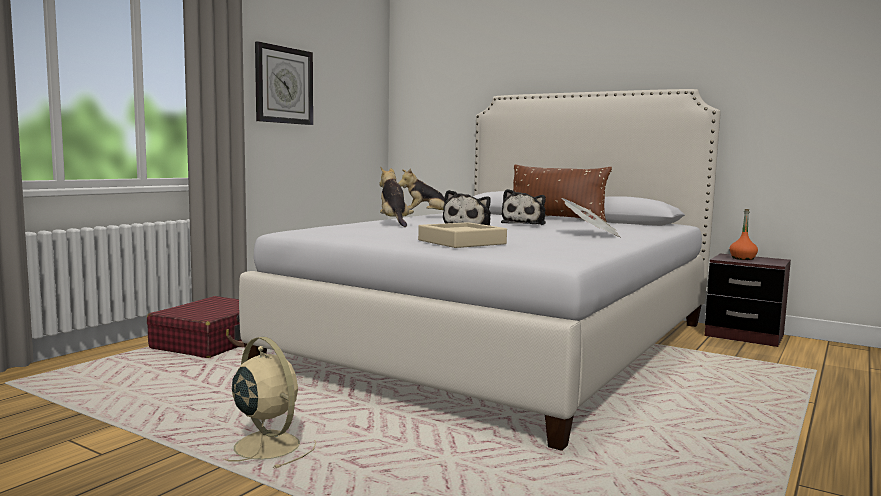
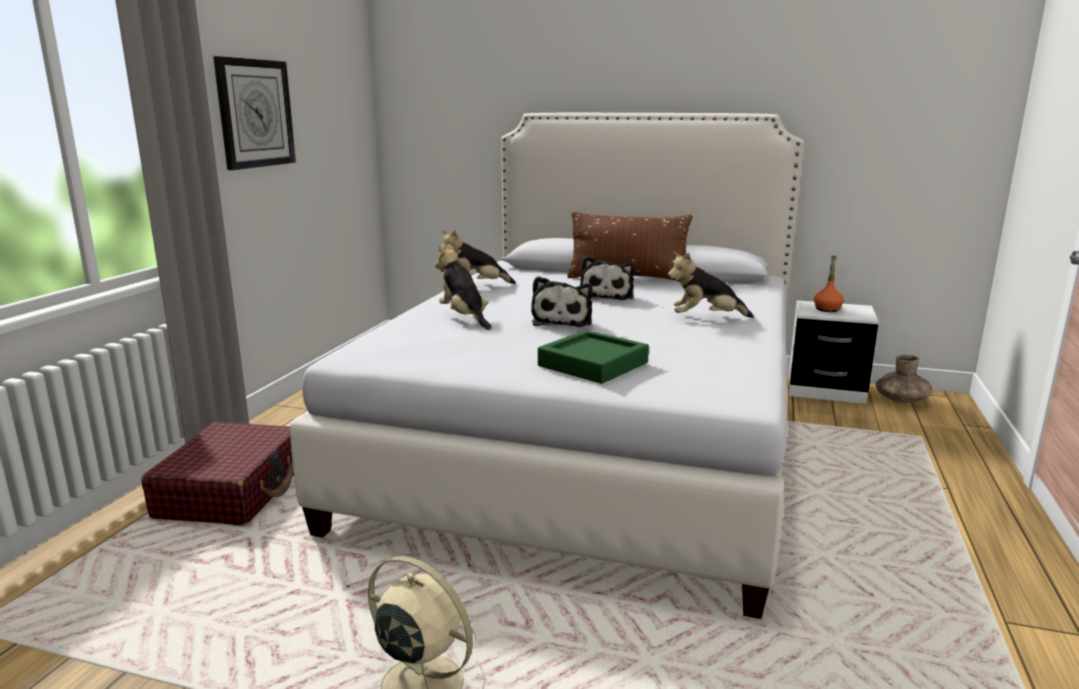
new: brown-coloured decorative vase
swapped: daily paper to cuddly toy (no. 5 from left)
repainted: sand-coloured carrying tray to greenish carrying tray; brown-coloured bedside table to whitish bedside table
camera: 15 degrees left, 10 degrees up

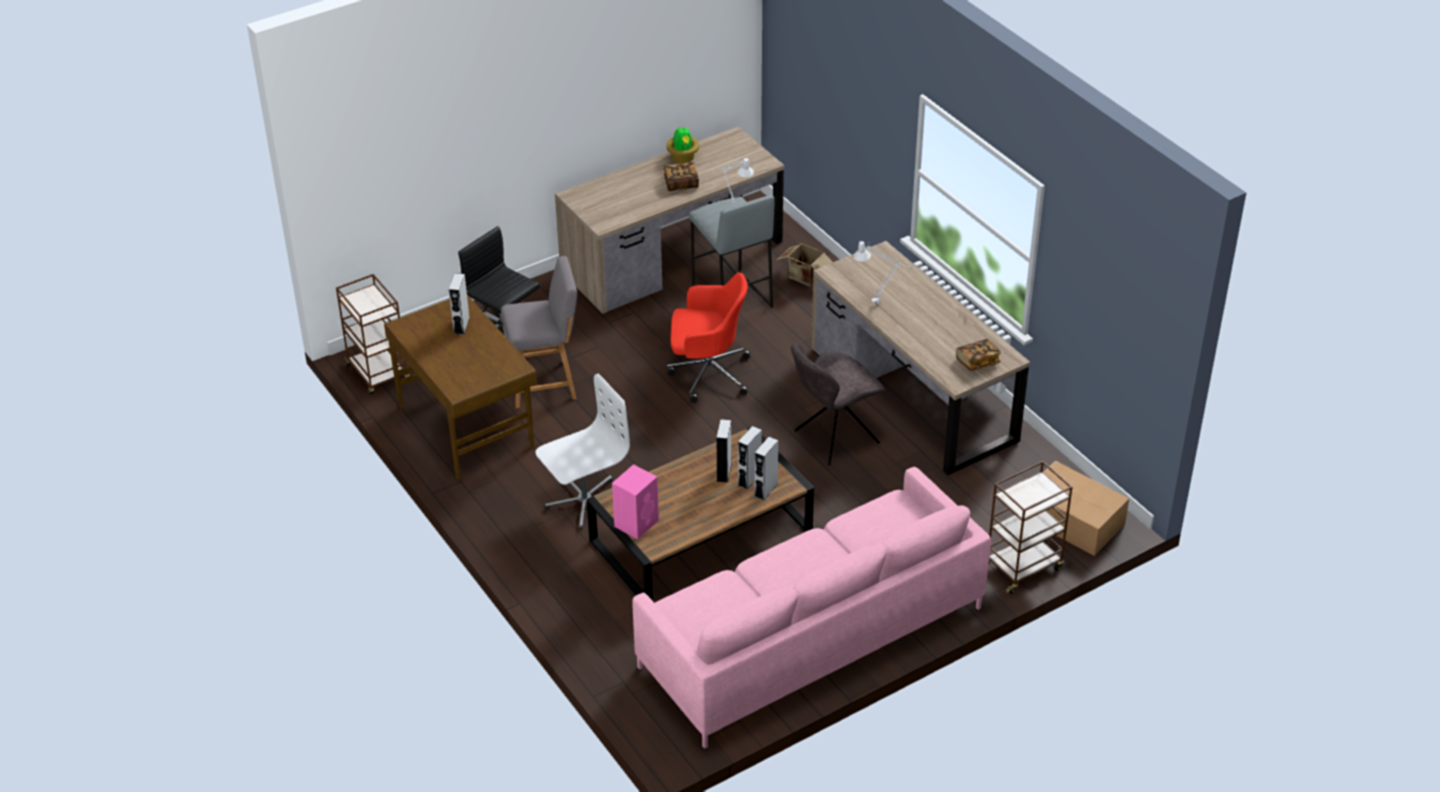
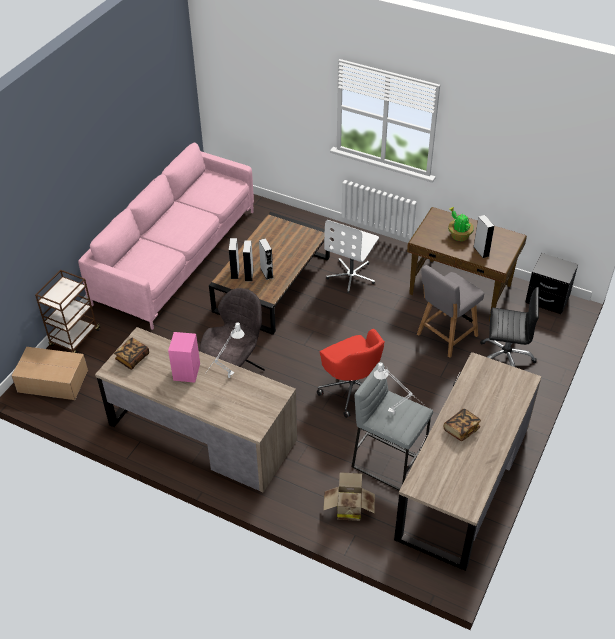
shifted: pinkish loudspeaker; plant in a pot
swapped: brown-coloured cart (no. 1 from left) to black-coloured bedside table
rotated: red-coloured desk chair 90 degrees counterclockwise
camera: 150 degrees right, 5 degrees up

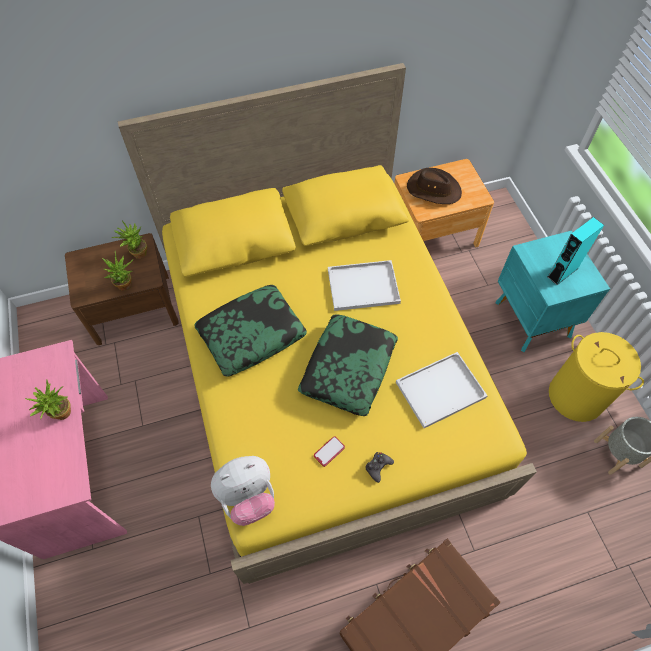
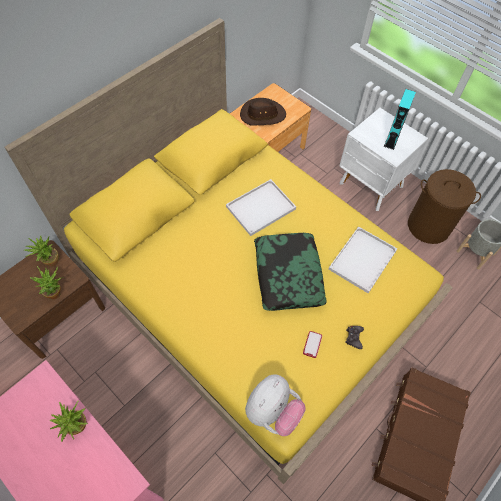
gone: pillow (no. 1 from left)
repainted: turquoise bedside table to whitish bedside table; yellow-coloured hamper to brown-coloured hamper
camera: 30 degrees left, 0 degrees up

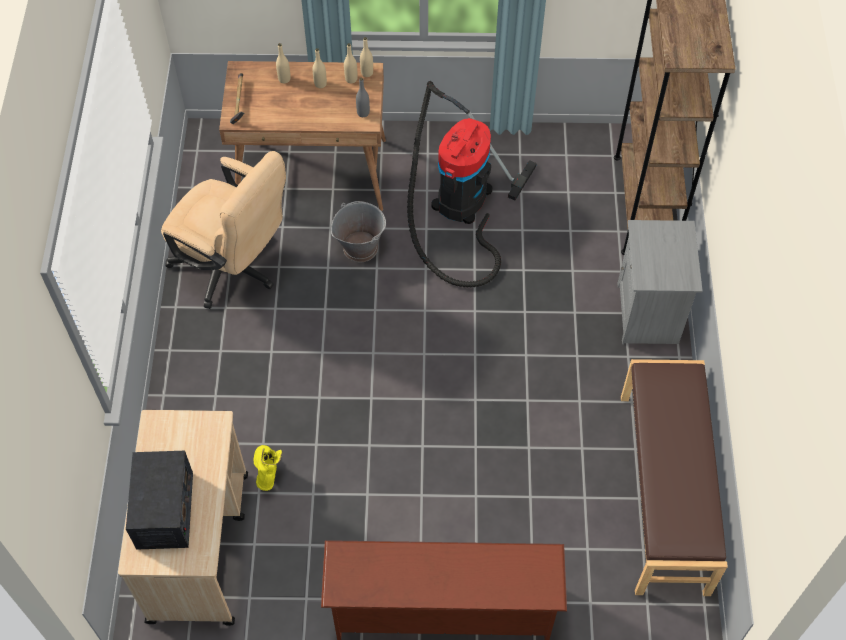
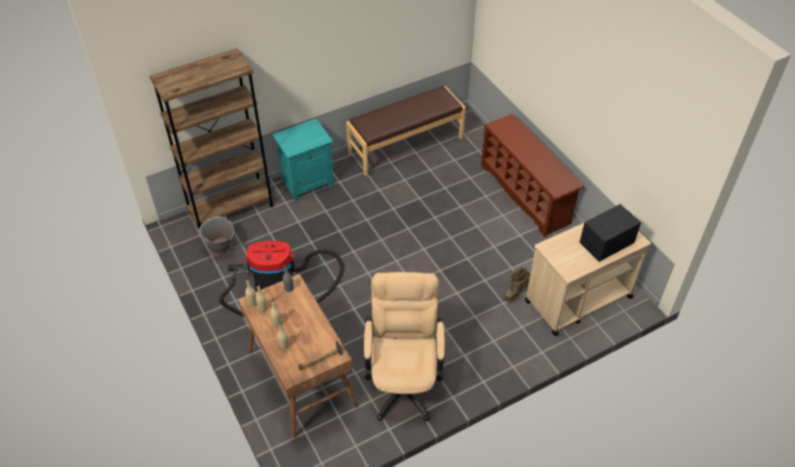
shifted: grey pail
repainted: grey bedside table to turquoise bedside table; yellow-coloured boot to brown-coloured boot
camera: 120 degrees left, 10 degrees down

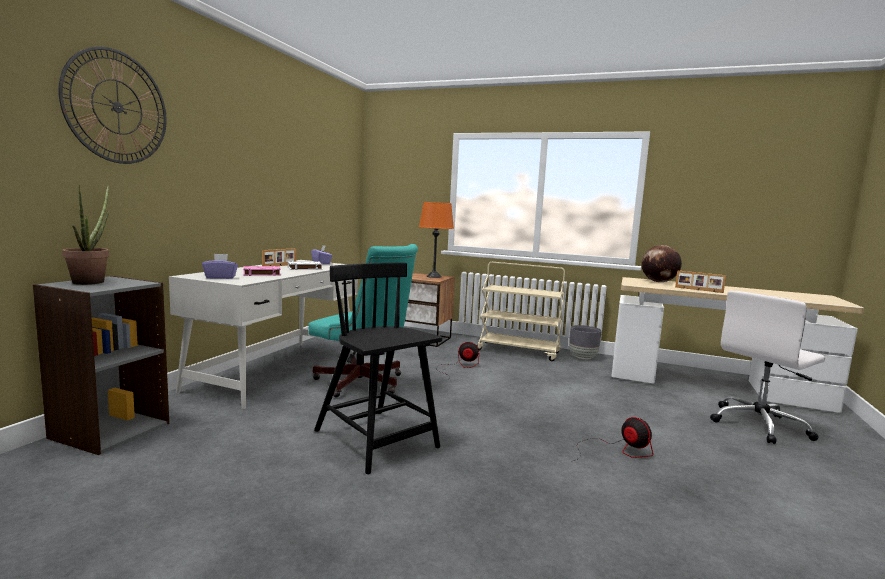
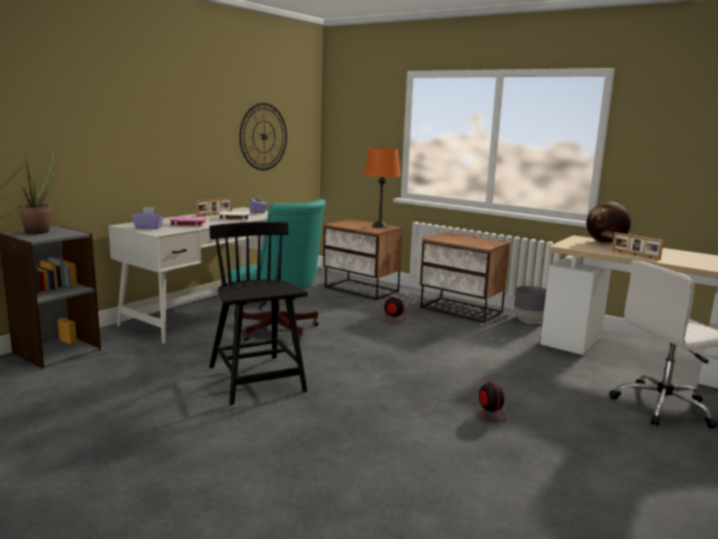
shifted: clock on the wall
swapped: sand-coloured cart to bedside table (no. 2 from left)
camera: 15 degrees right, 5 degrees up

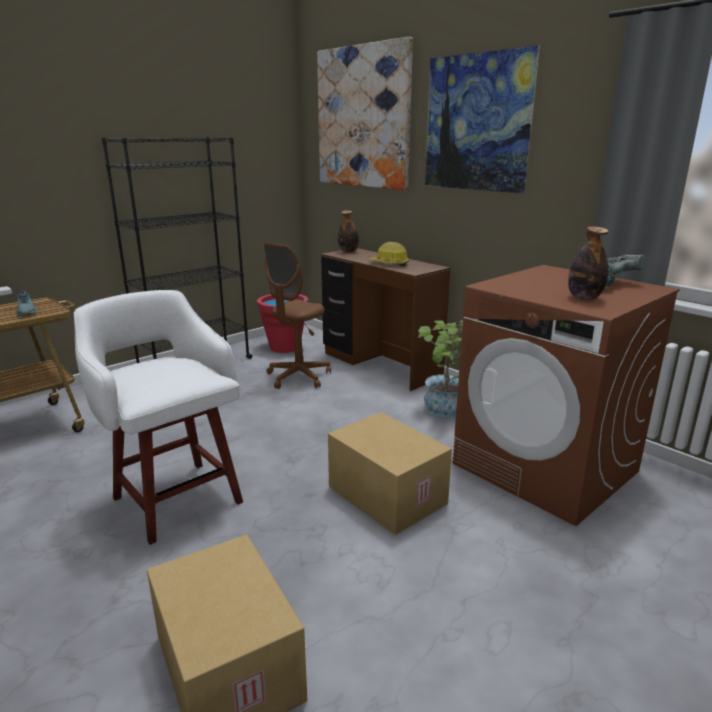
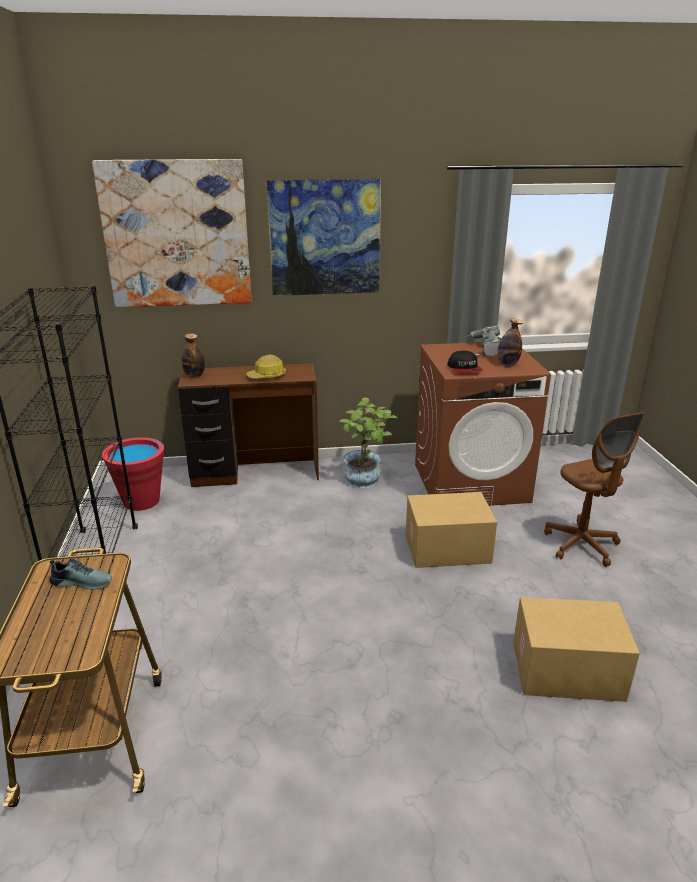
gone: whitish stool seat
new: baseball cap
shifted: brown-coloured desk chair
camera: 55 degrees left, 5 degrees up

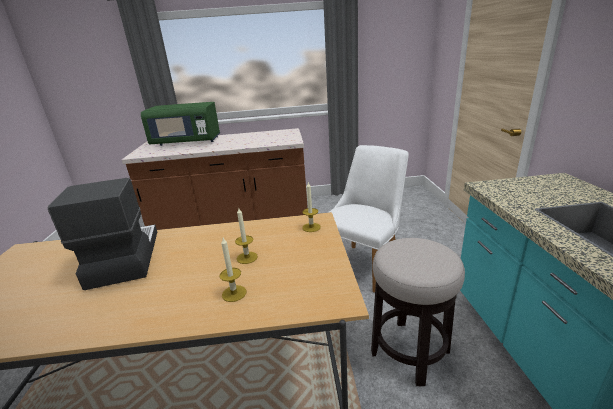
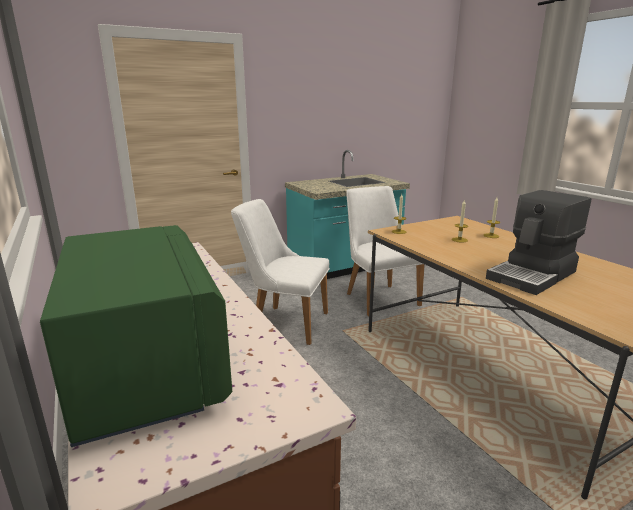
swapped: stool seat to whitish chair (no. 2 from left)
camera: 115 degrees left, 5 degrees down

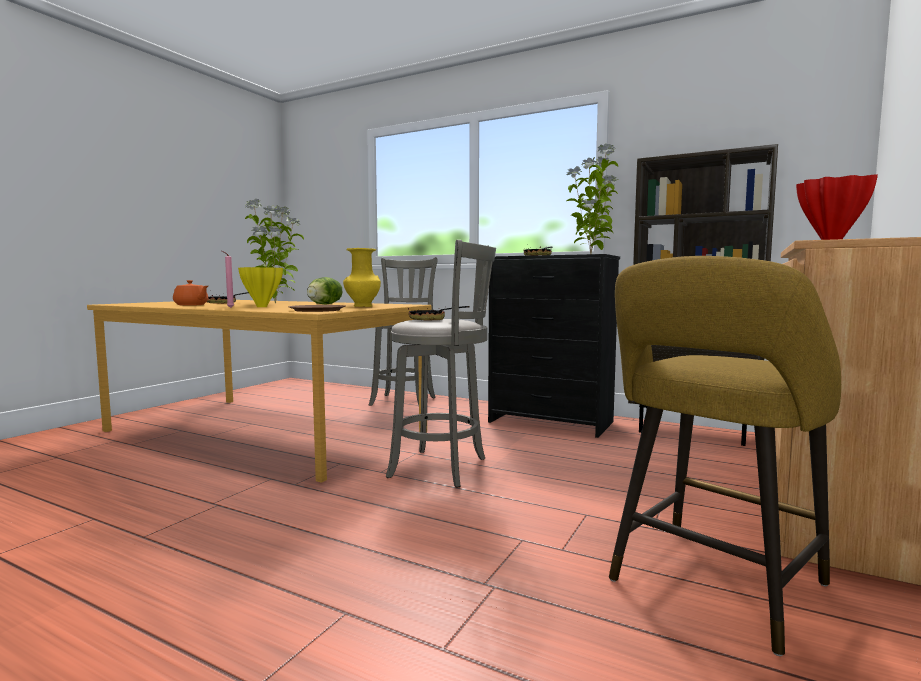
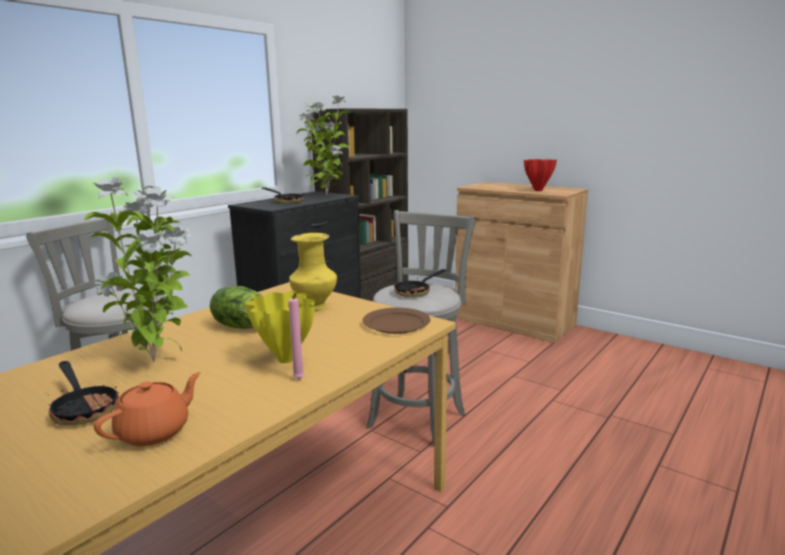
gone: yellow-coloured stool seat
camera: 80 degrees left, 10 degrees up

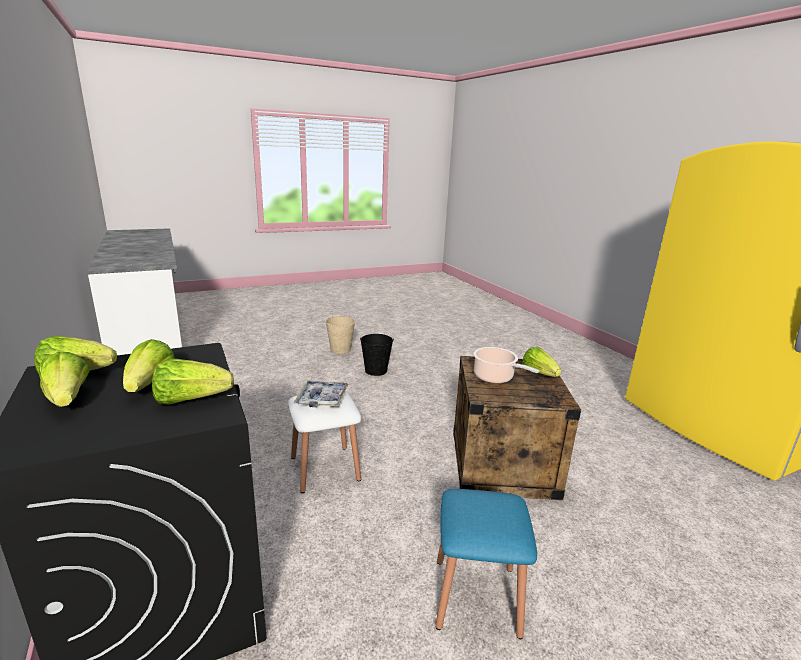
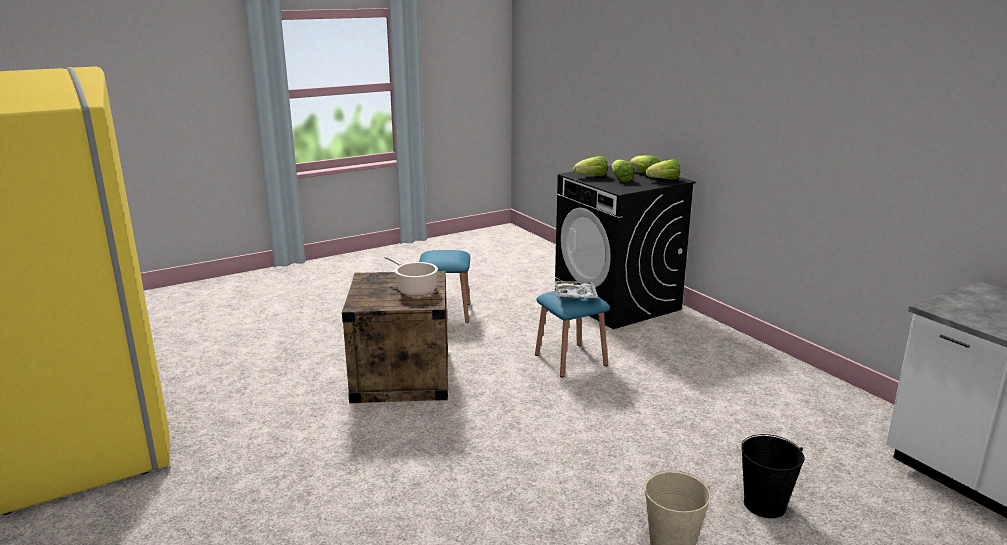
gone: head of lettuce (no. 5 from left)
shifted: black-coloured pail
repainted: whitish stool seat to blue-coloured stool seat (no. 2 from left)
camera: 175 degrees right, 0 degrees up

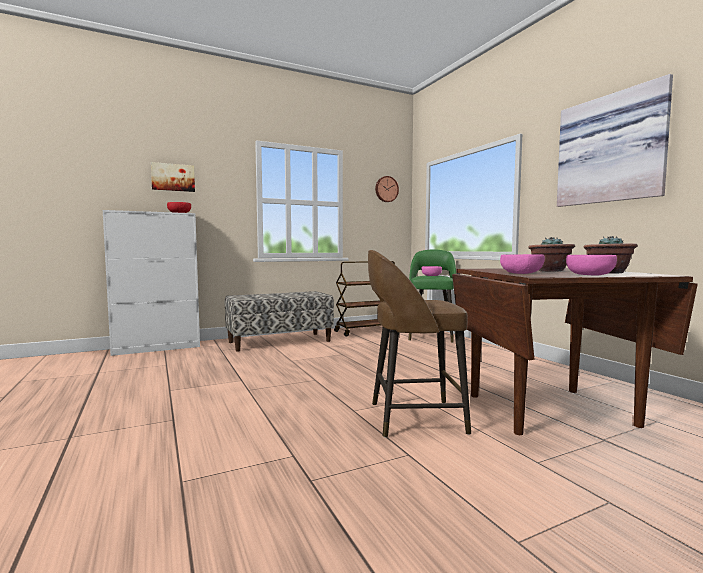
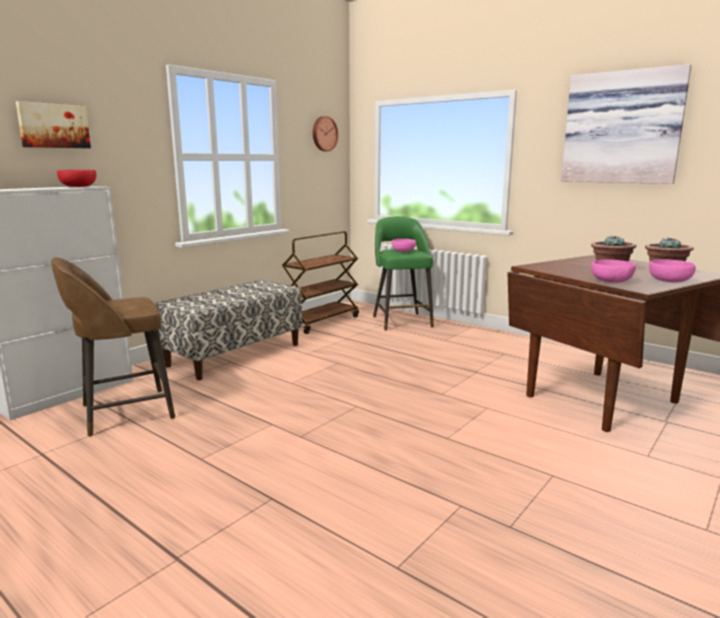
shifted: brown-coloured stool seat
camera: 25 degrees left, 10 degrees up

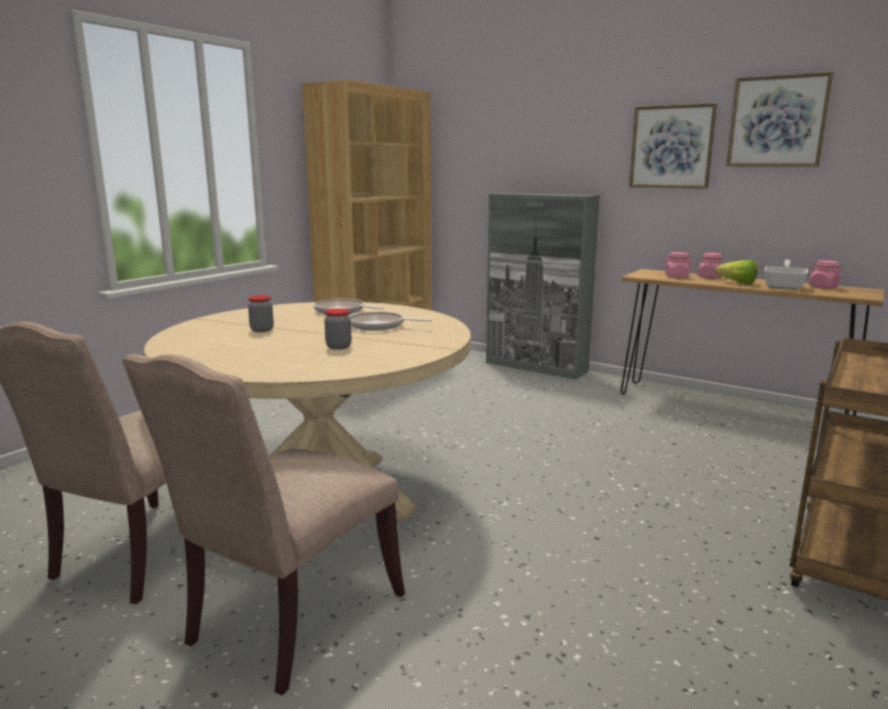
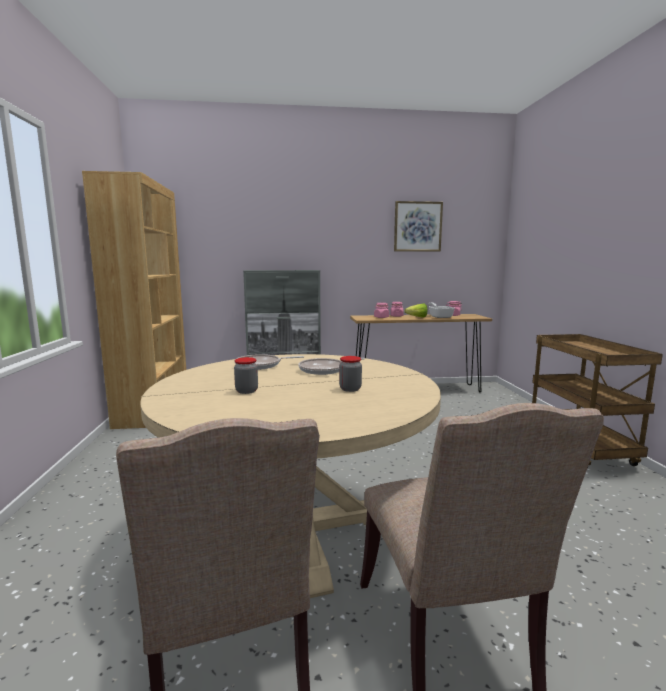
gone: picture (no. 1 from left)
camera: 40 degrees left, 5 degrees down

